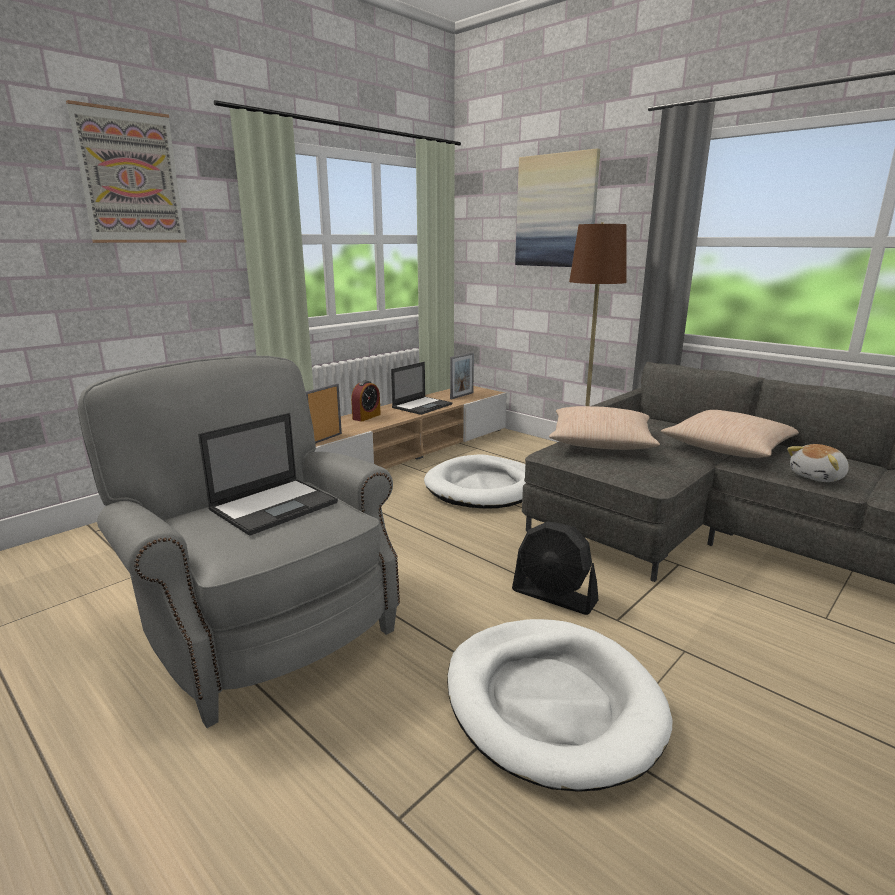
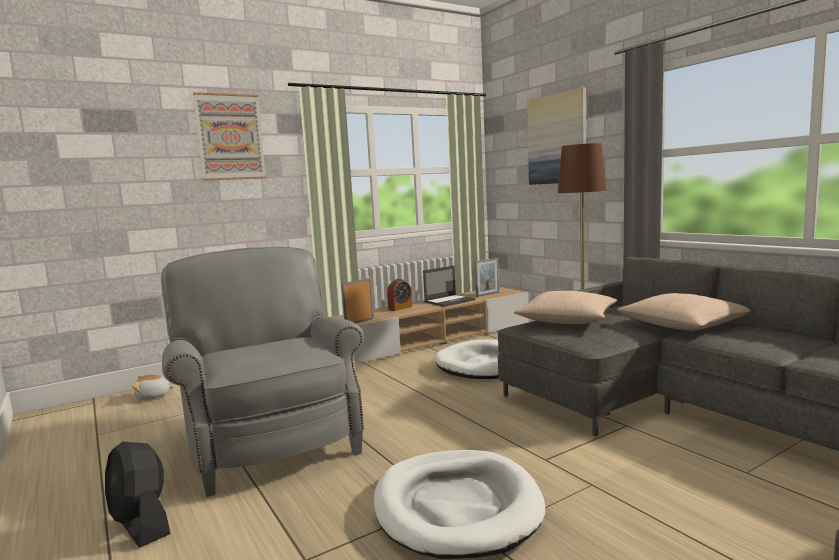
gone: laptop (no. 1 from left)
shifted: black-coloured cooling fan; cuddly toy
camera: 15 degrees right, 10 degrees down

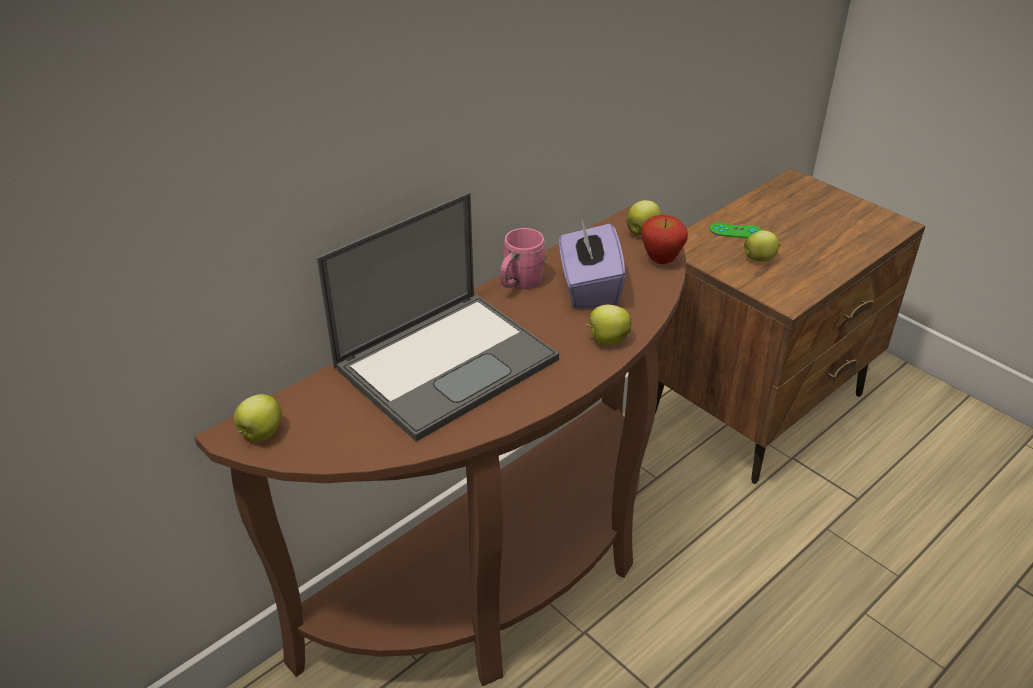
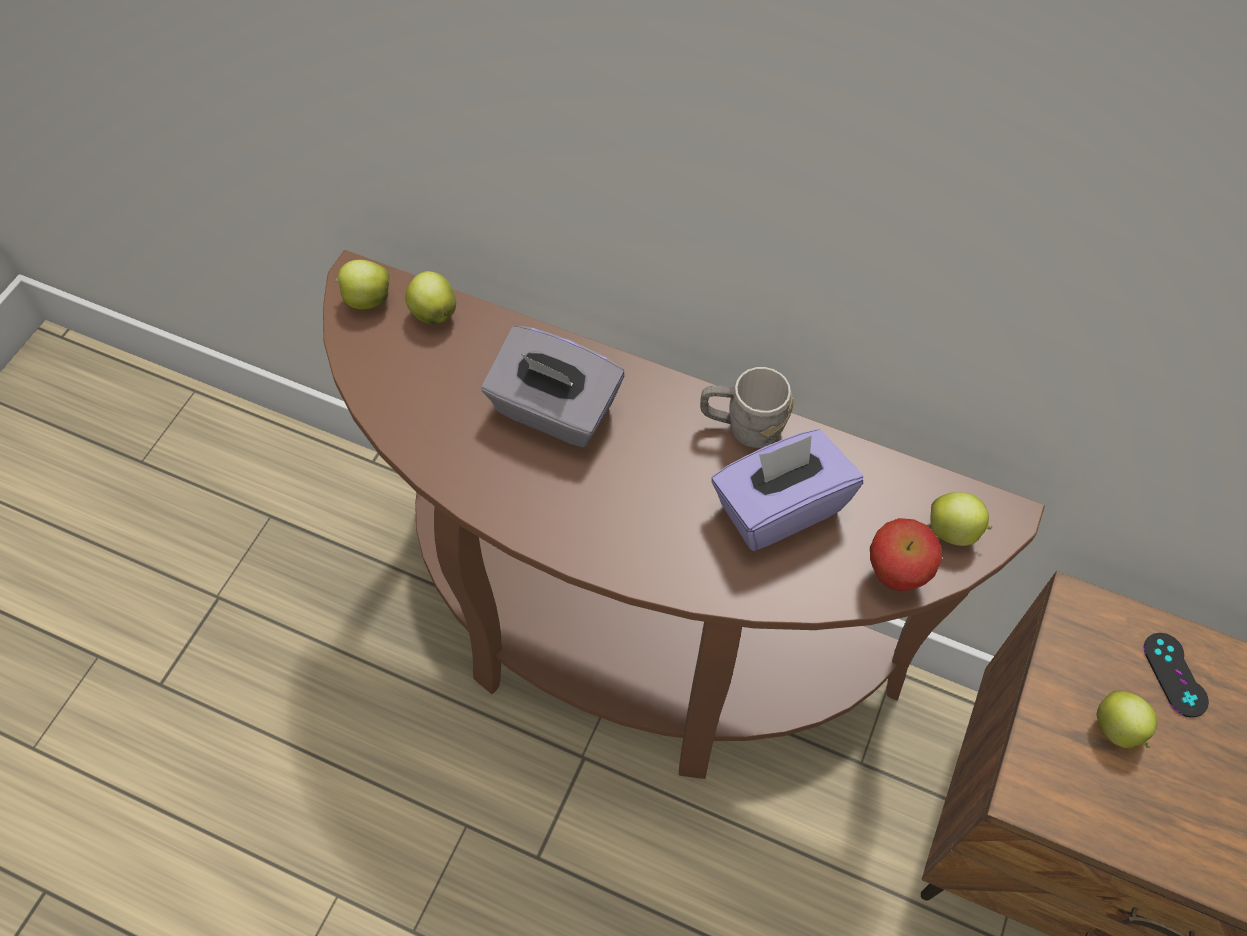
shifted: apple fruit (no. 2 from left)
swapped: laptop to grey box of tissues
repainted: pinkish mug to grey mug; greenish joypad to black-coloured joypad
camera: 65 degrees right, 20 degrees up

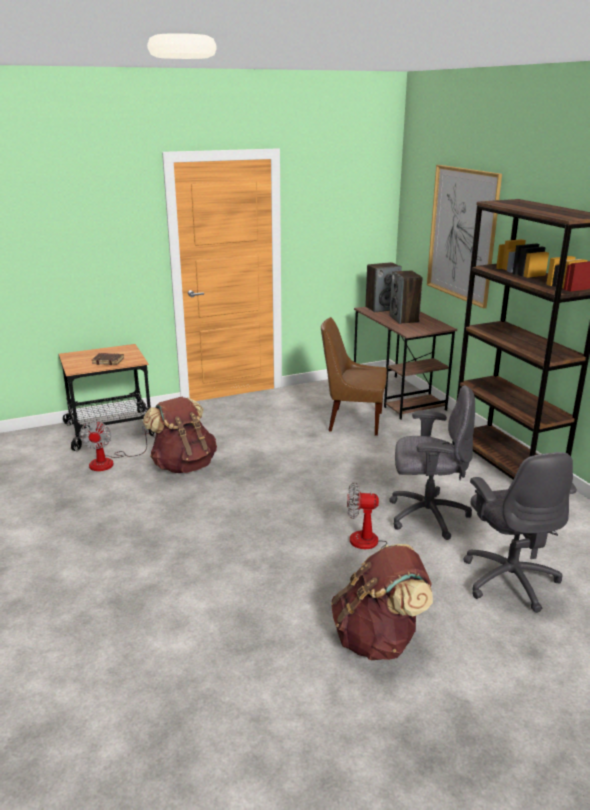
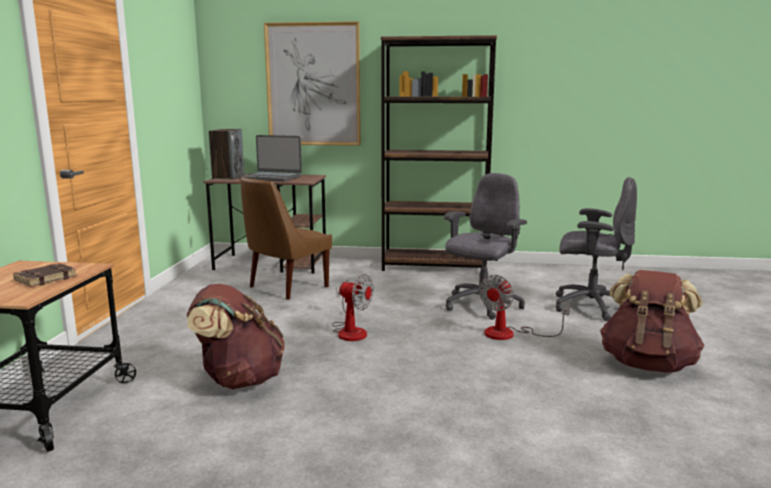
shifted: cooling fan (no. 1 from left)
swapped: loudspeaker (no. 2 from left) to laptop
camera: 60 degrees left, 10 degrees down

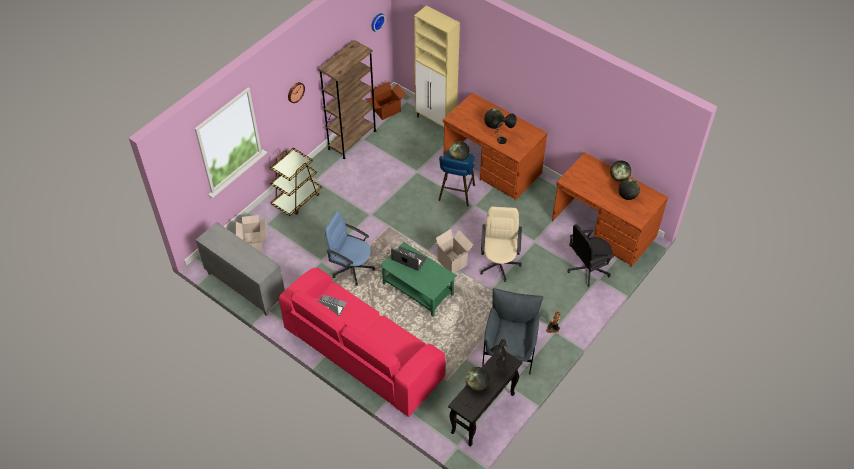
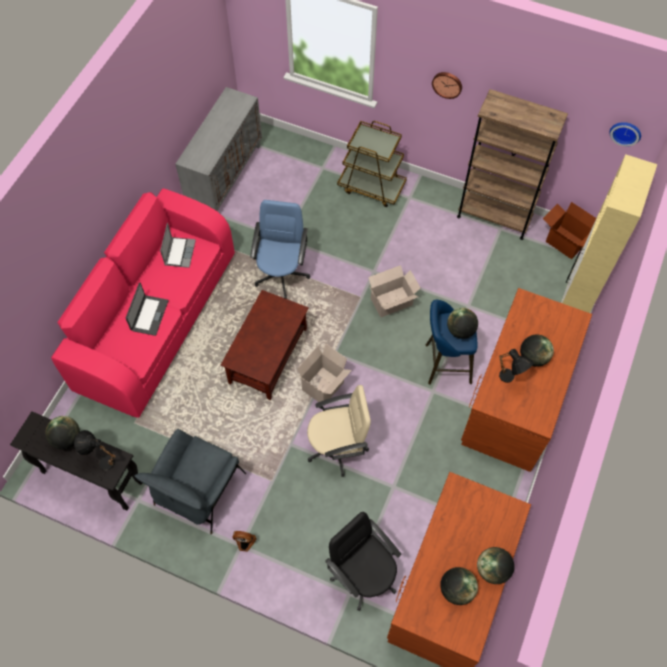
shifted: laptop (no. 2 from left in the first image) to laptop (no. 1 from left); cardboard box (no. 1 from left in the first image) to cardboard box (no. 2 from left)
repainted: greenish coffee table to brown-coloured coffee table
rotated: grey armchair 120 degrees clockwise
camera: 75 degrees right, 10 degrees up

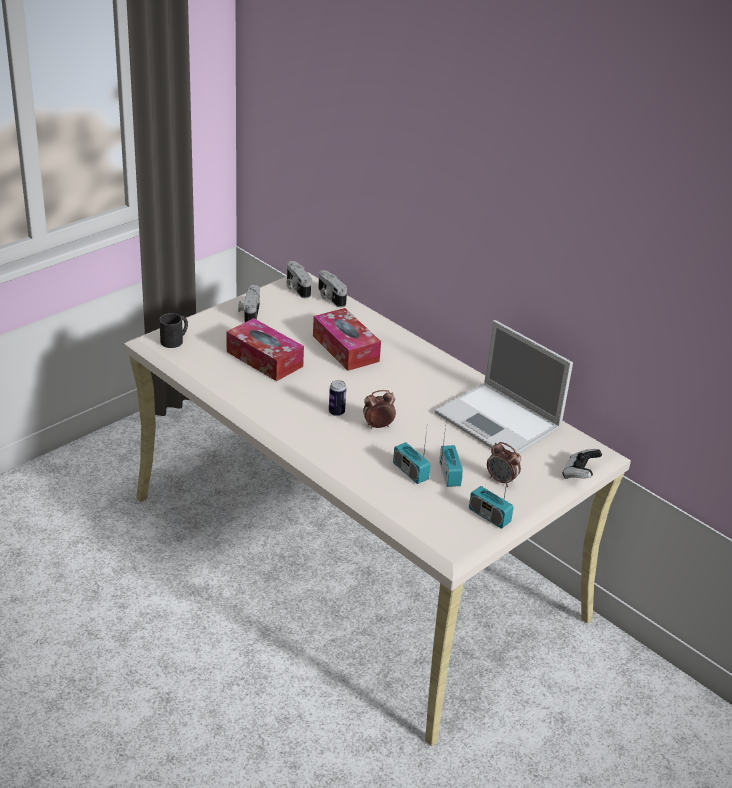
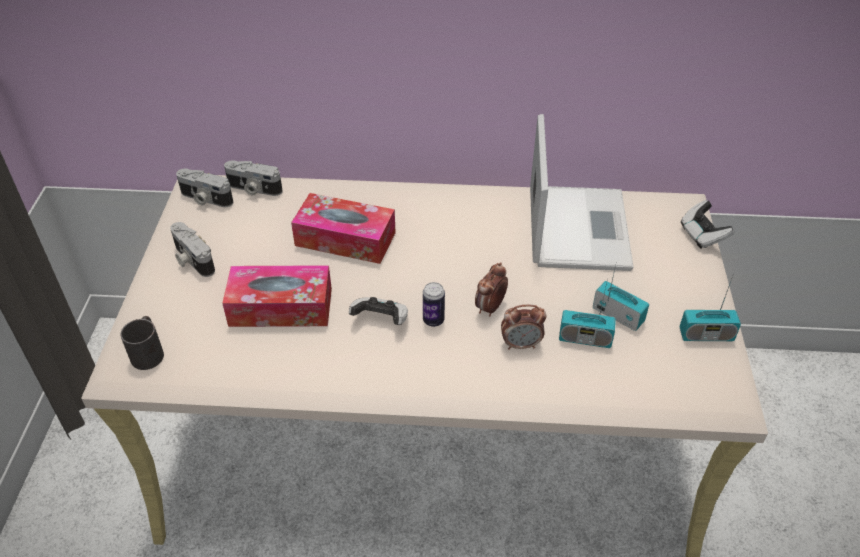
new: joypad (no. 1 from left)
shifted: table clock (no. 2 from left)
rotated: laptop 90 degrees counterclockwise
camera: 40 degrees left, 10 degrees up

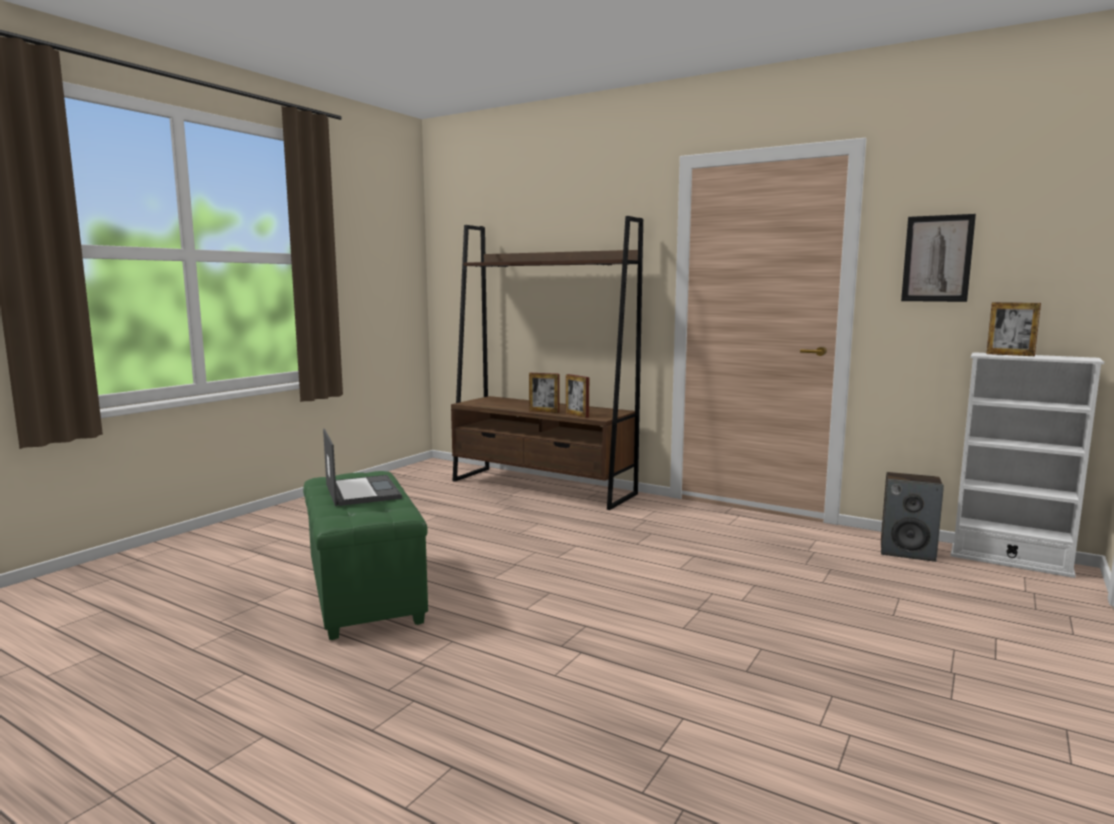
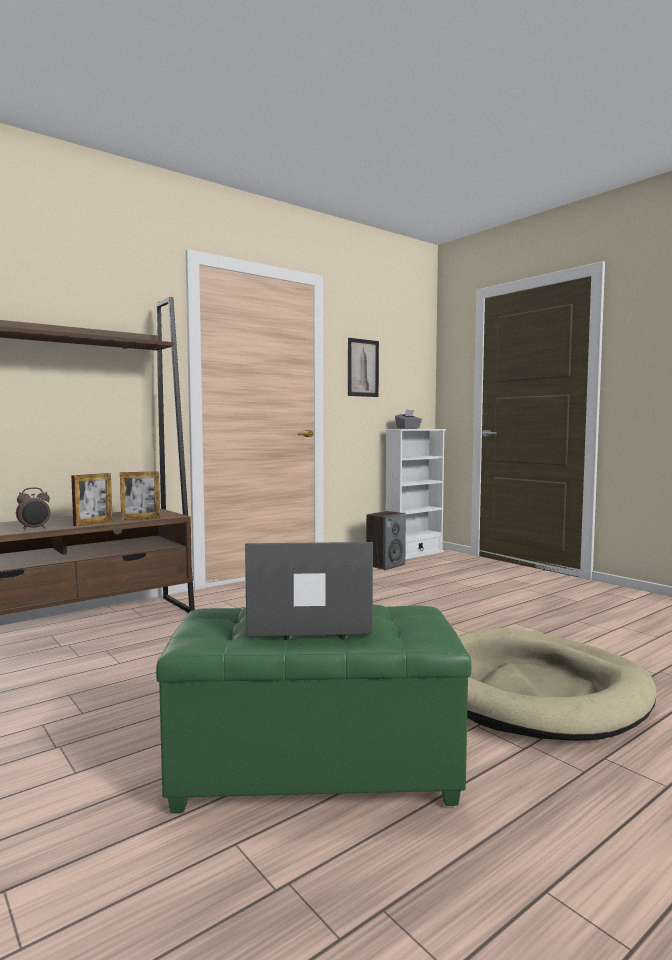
new: table clock; sand-coloured pet bed
swapped: standing frame (no. 3 from left) to grey box of tissues
camera: 70 degrees left, 5 degrees down

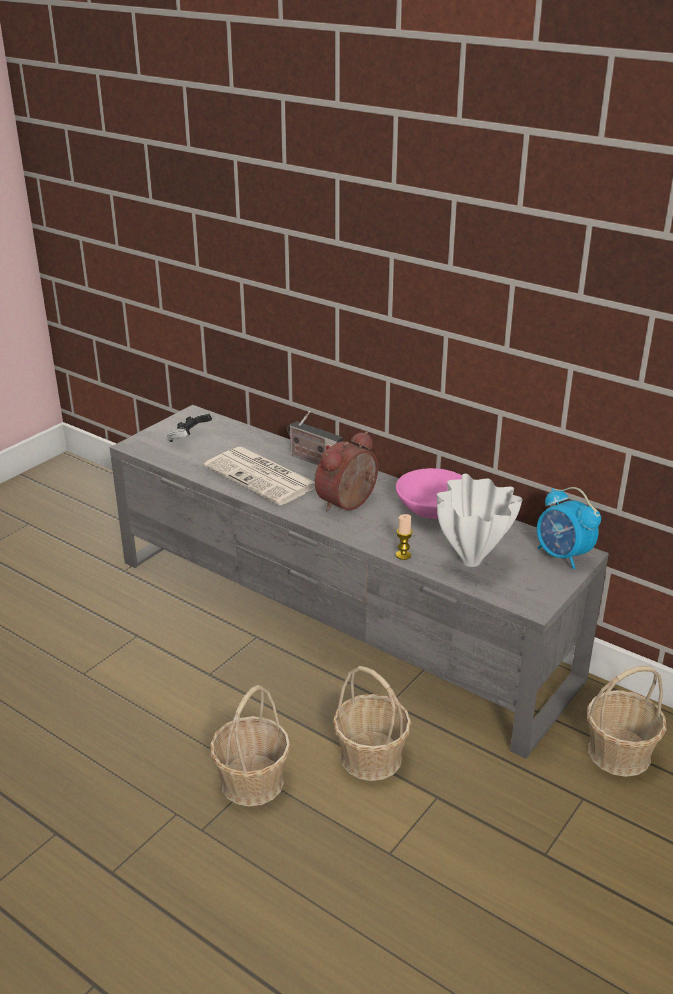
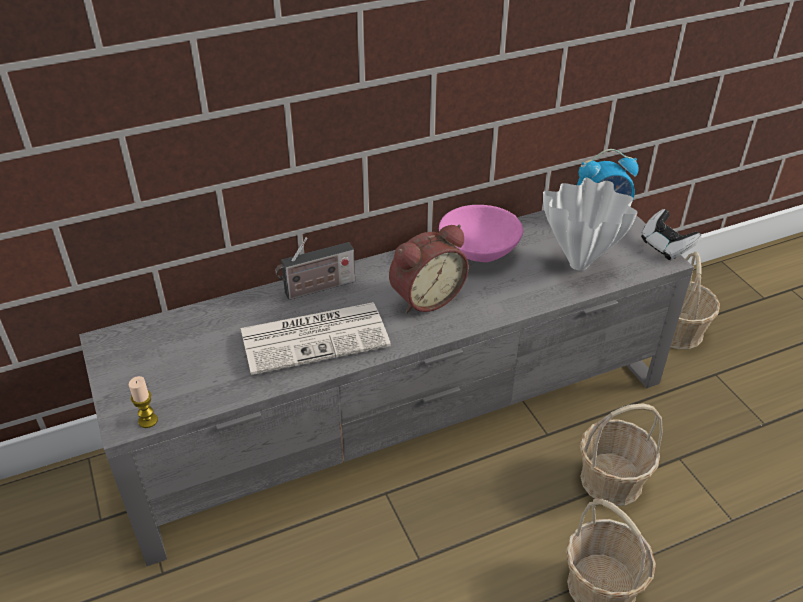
shifted: wax light; joypad
rotated: table clock (no. 1 from left) 105 degrees counterclockwise
camera: 60 degrees left, 10 degrees up

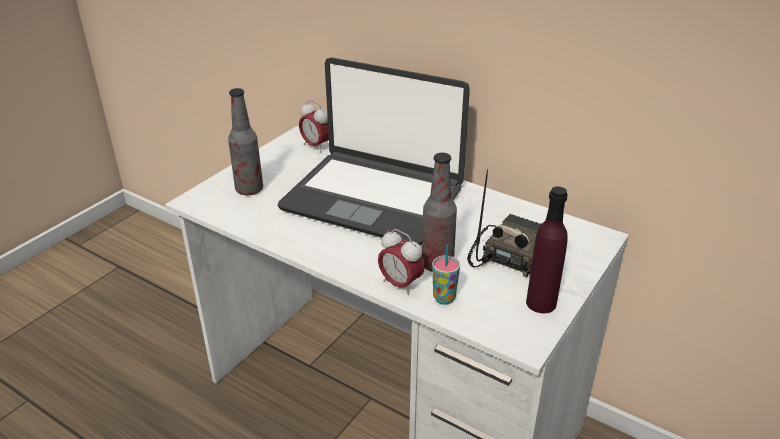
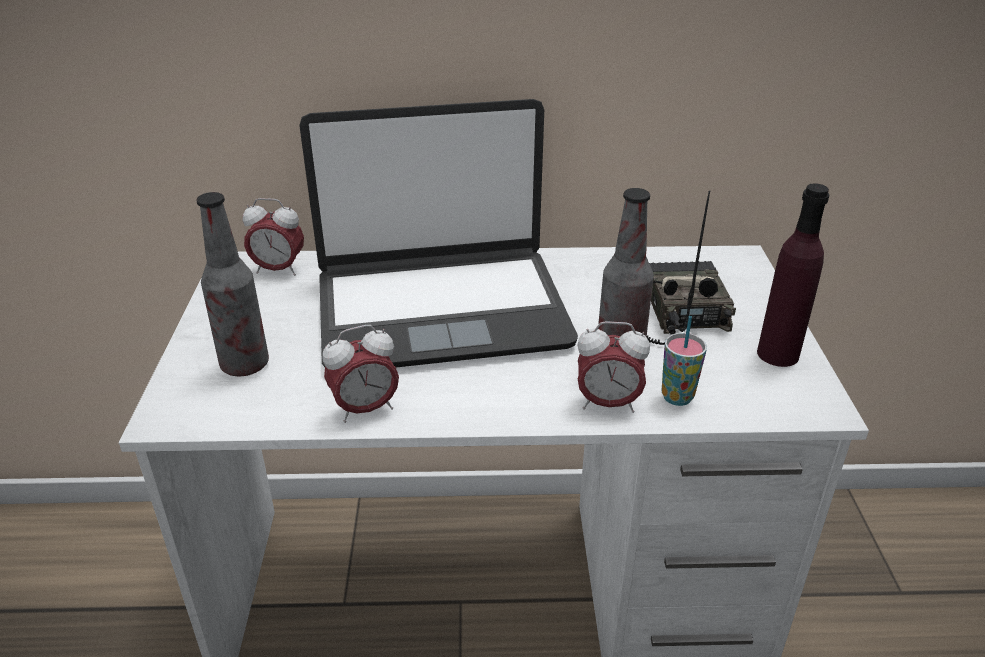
new: table clock (no. 2 from left)
camera: 35 degrees left, 0 degrees up

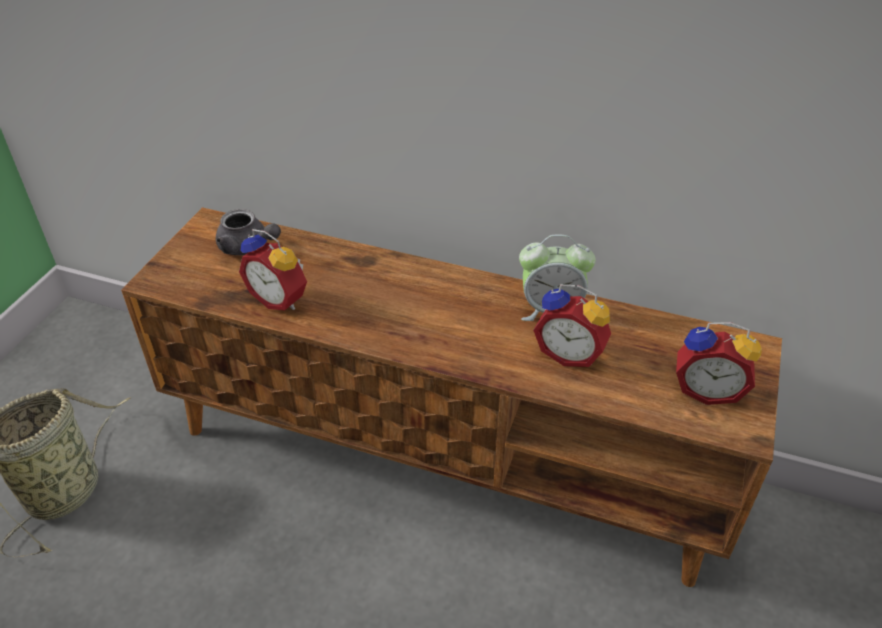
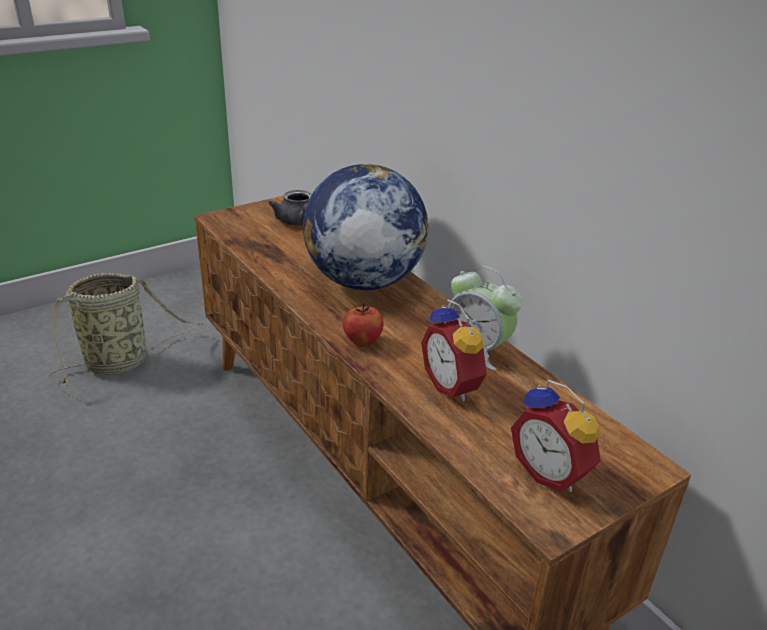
gone: table clock (no. 1 from left)
new: desk globe; apple fruit
camera: 35 degrees right, 10 degrees down

